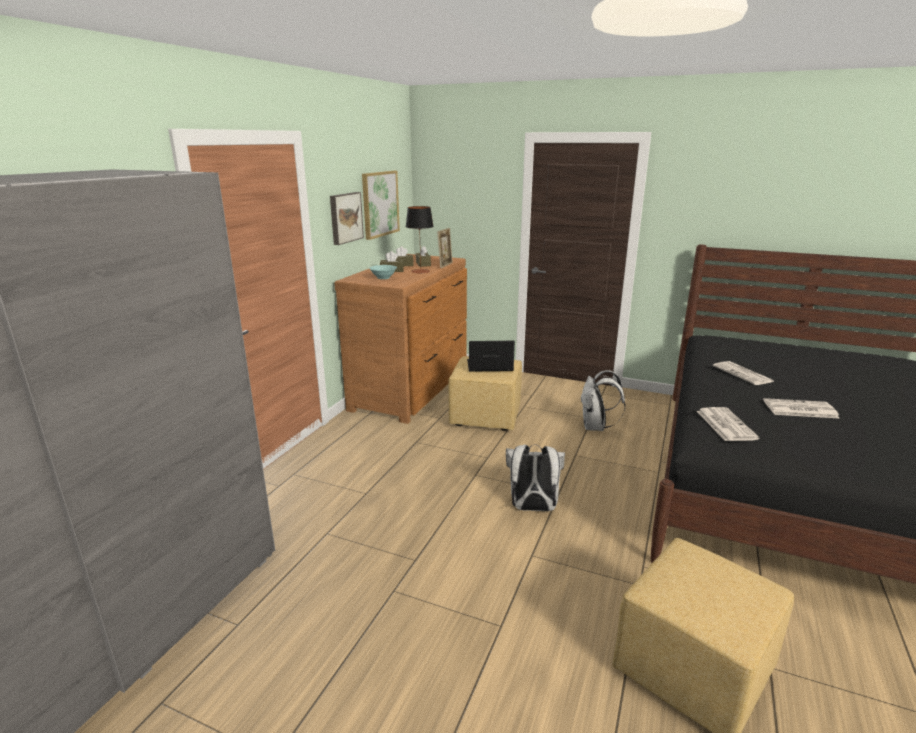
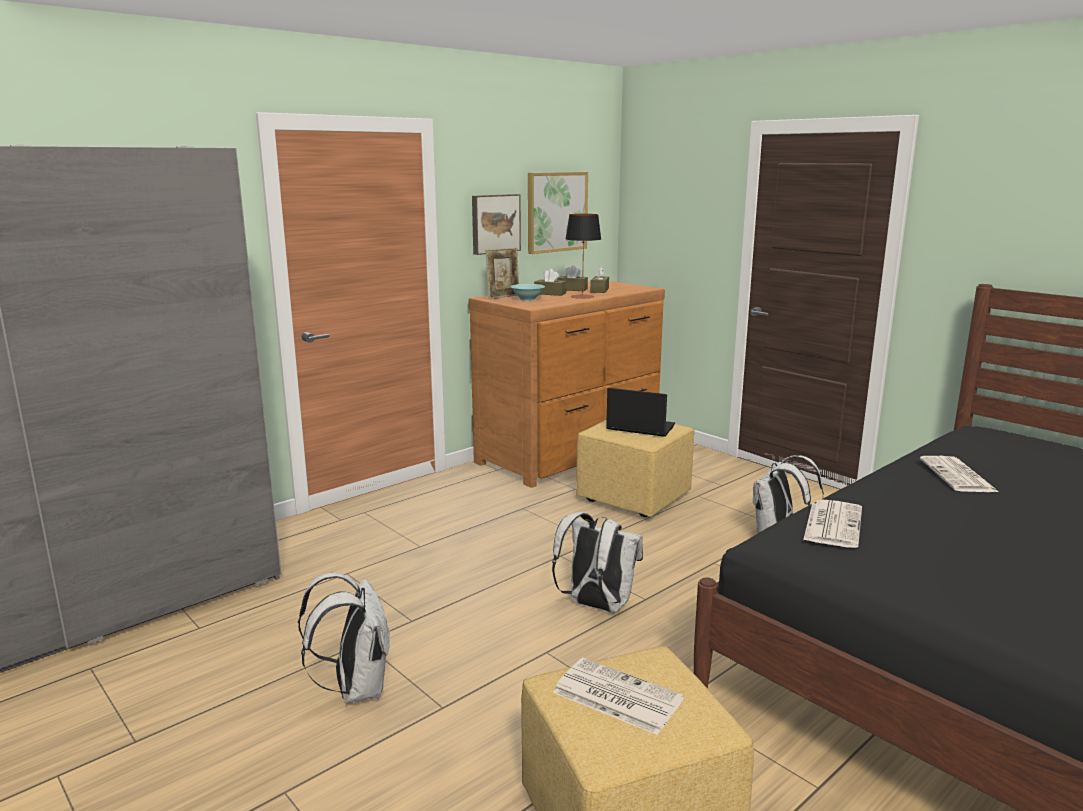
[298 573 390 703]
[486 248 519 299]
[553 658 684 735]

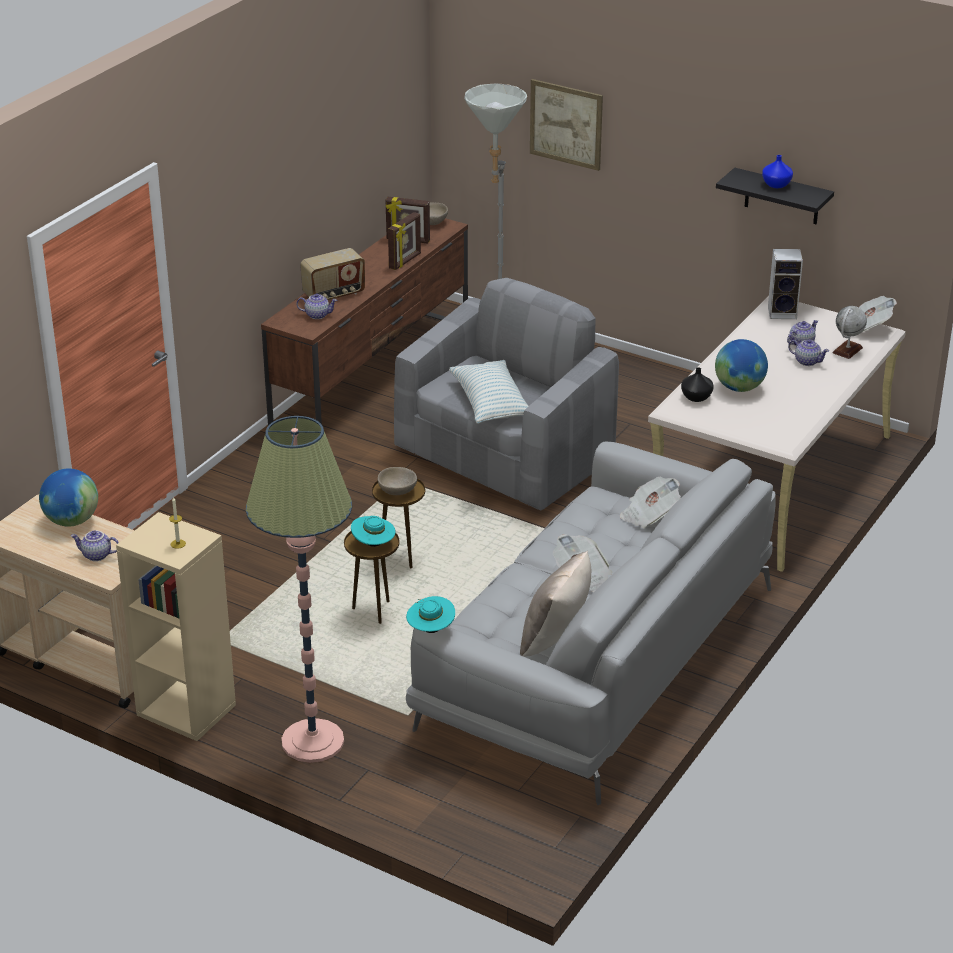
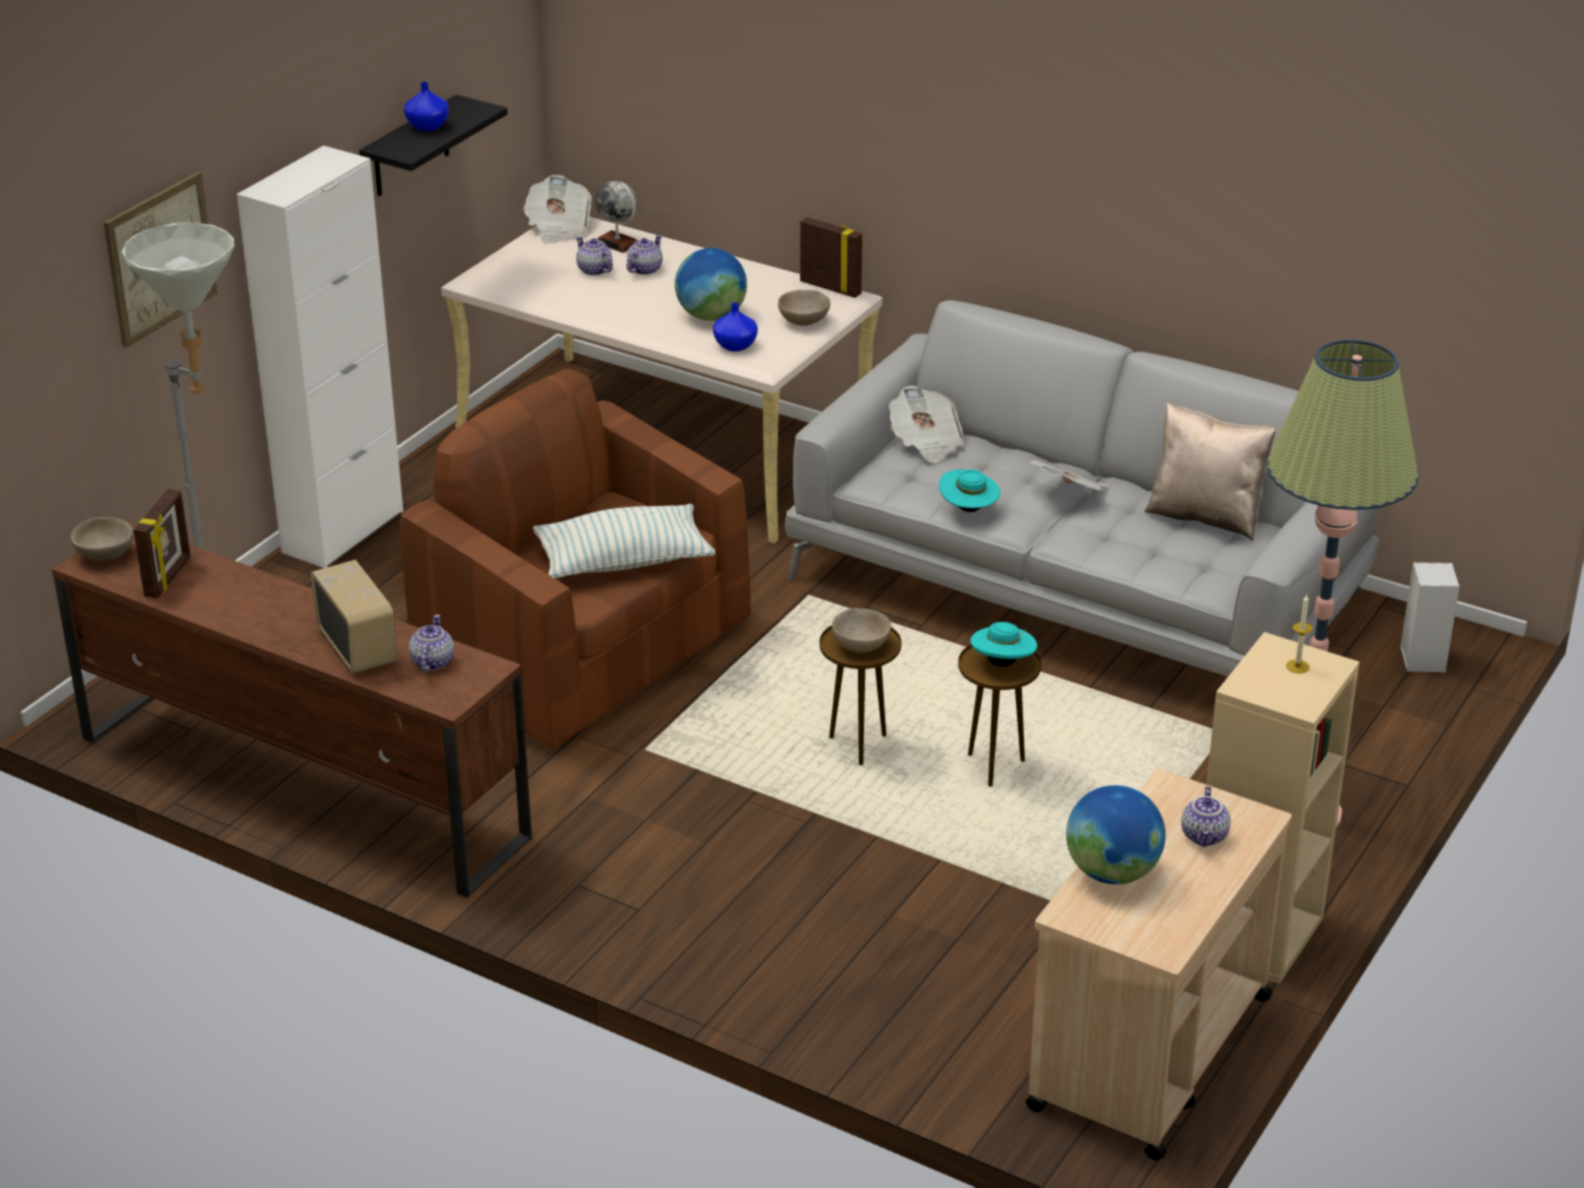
[237 146 403 568]
[778 290 830 326]
[800 217 863 298]
[939 469 1000 512]
[1400 562 1460 672]
[399 369 751 748]
[713 303 758 352]

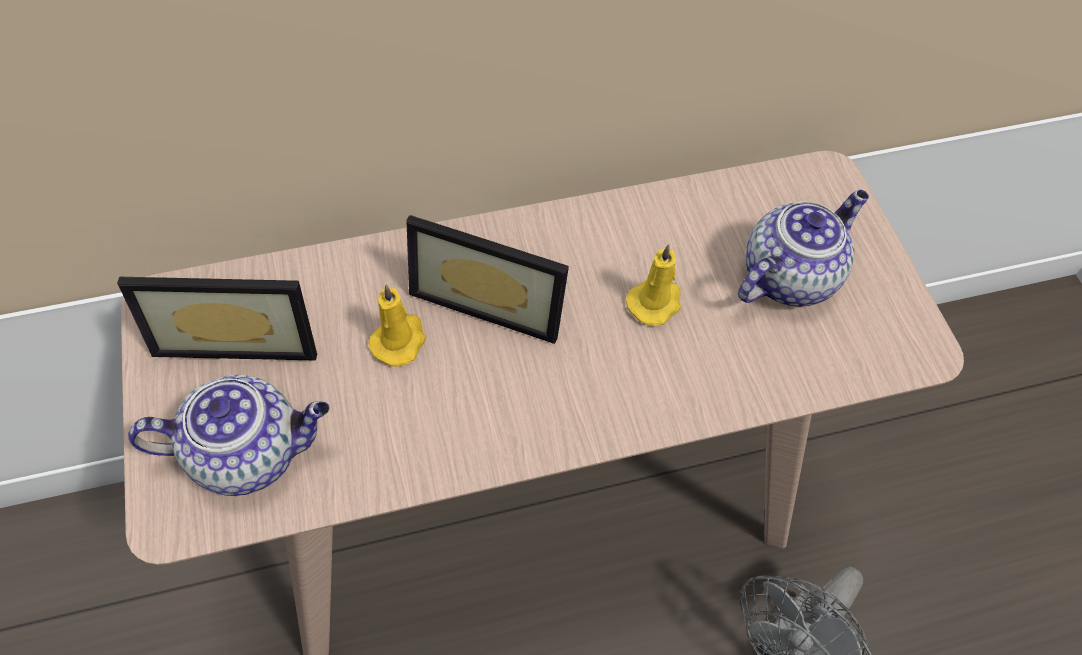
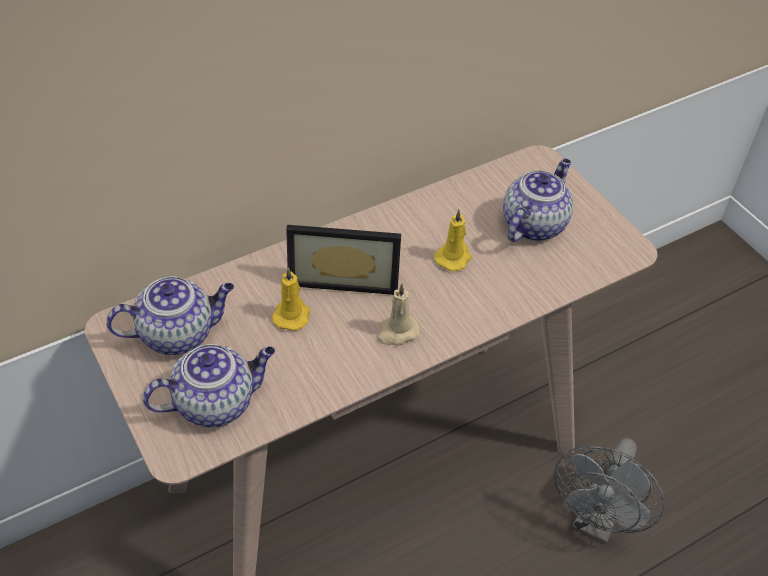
[376 283 420 346]
[106 276 234 355]

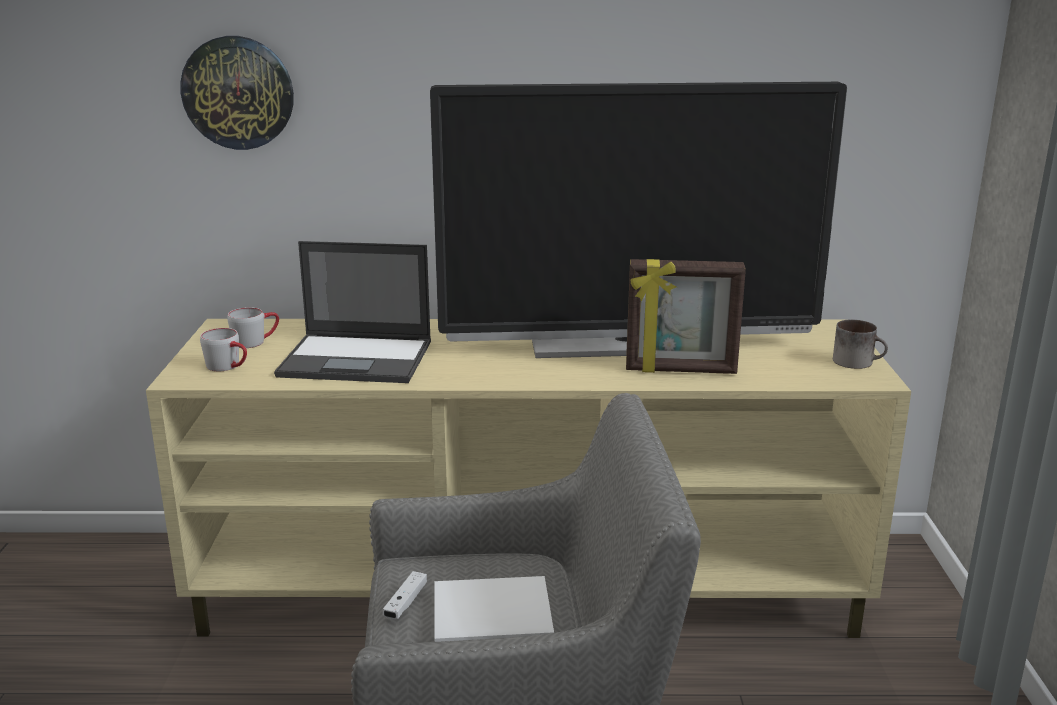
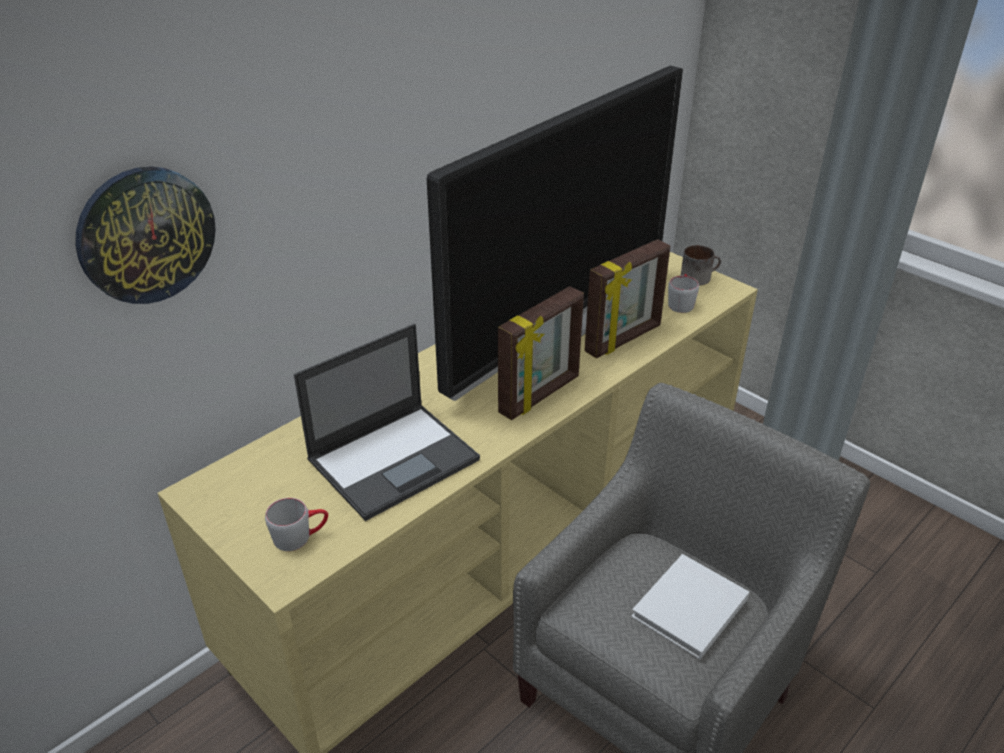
[383 571 427 619] (first image)
[498 286 584 420]
[668 274 699 313]

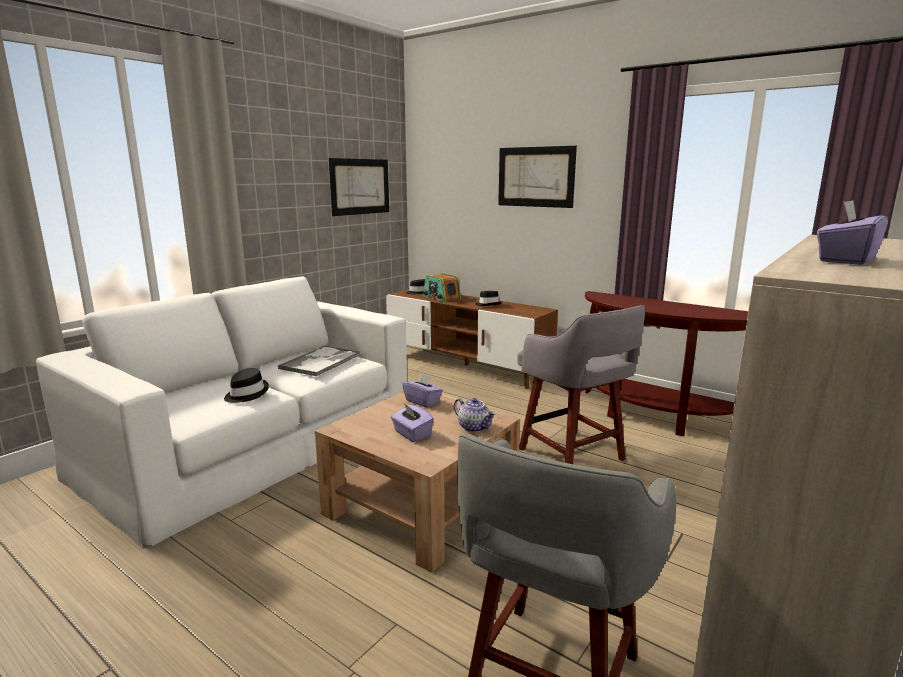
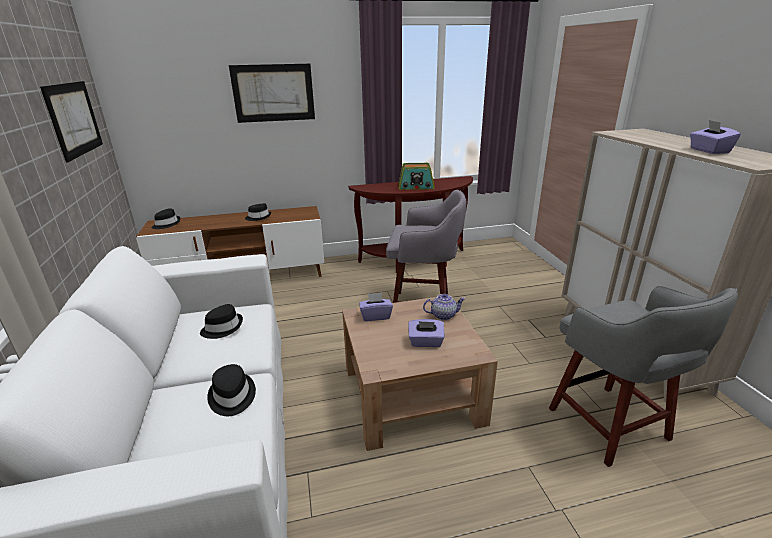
[398 163 435 190]
[200 304 243 339]

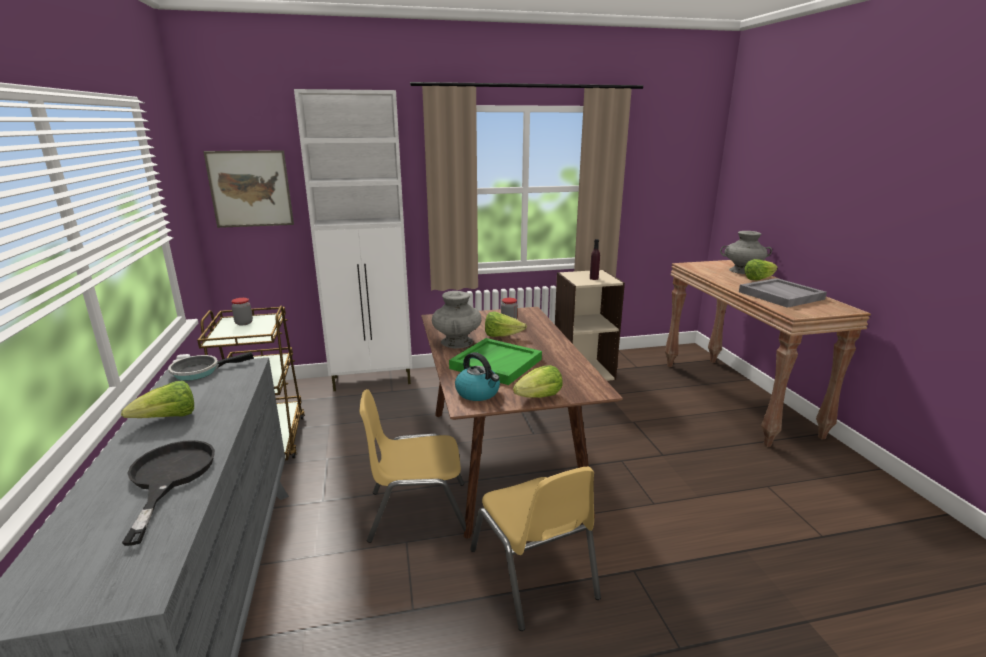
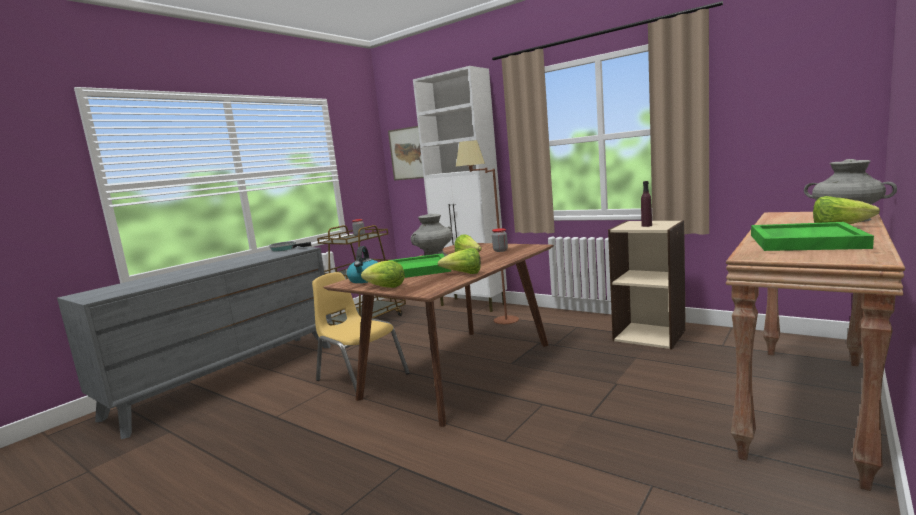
[122 440 215 546] (first image)
[470 467 601 631] (first image)
[456 140 519 324]
[437 248 481 274]
[751 222 874 251]

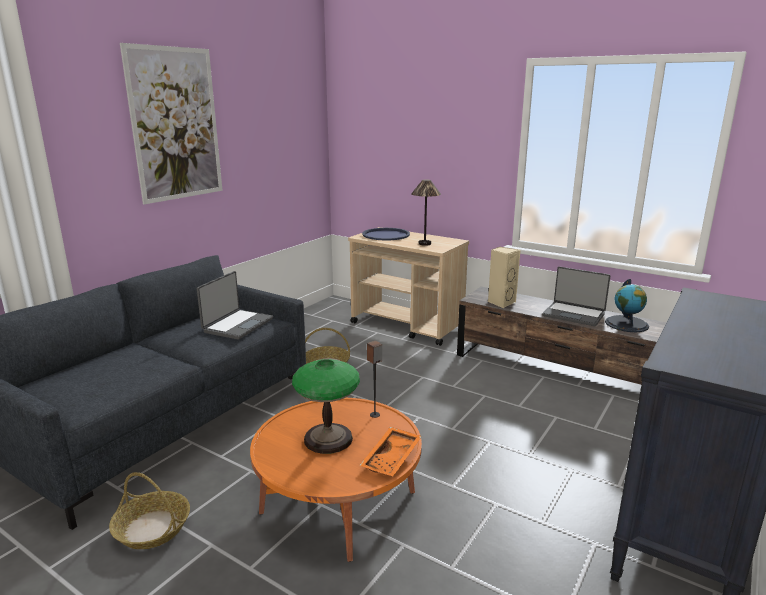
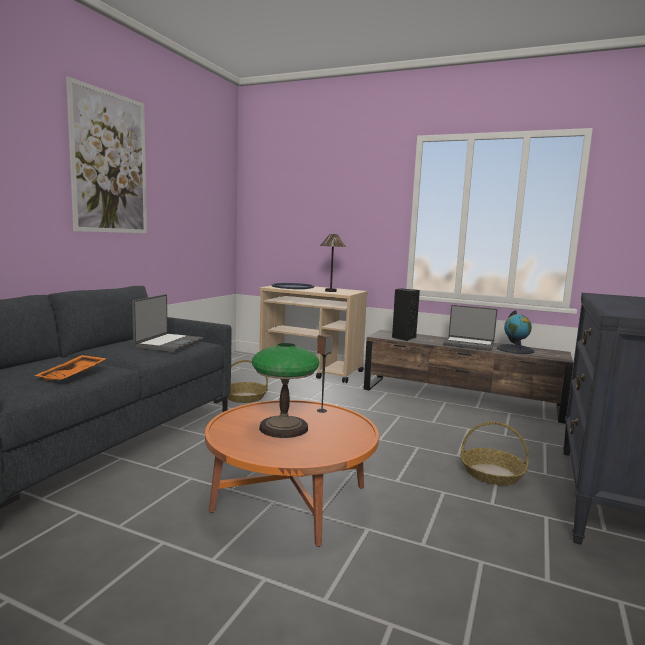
[461 422 529 485]
[35 355 107 382]
[392 289 420 341]

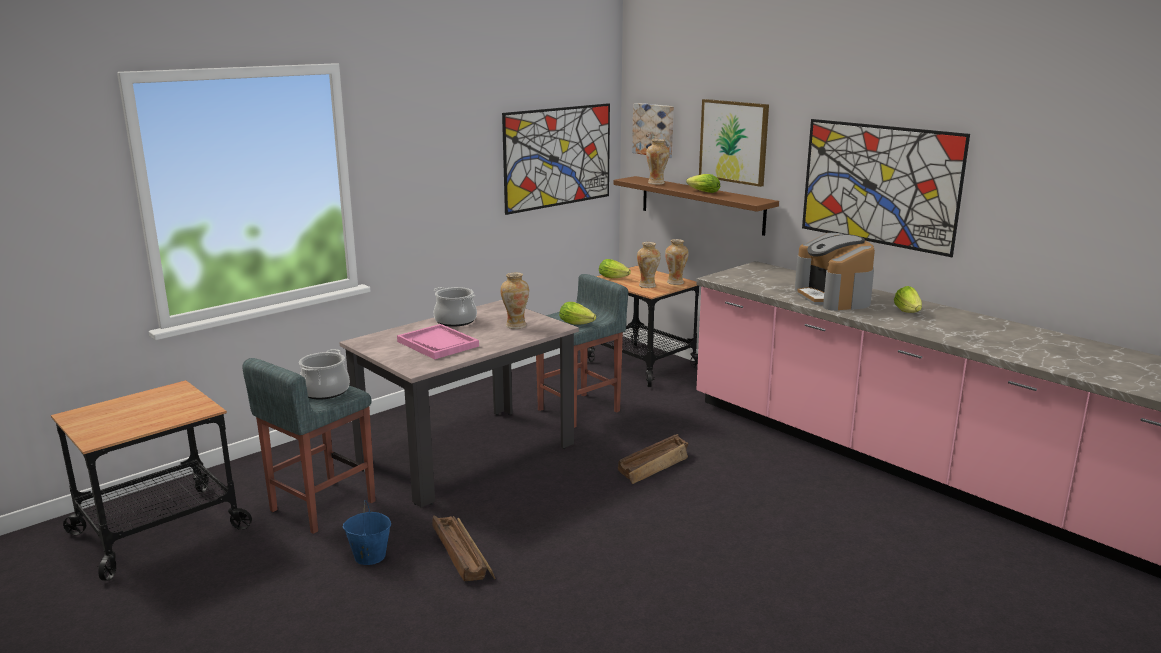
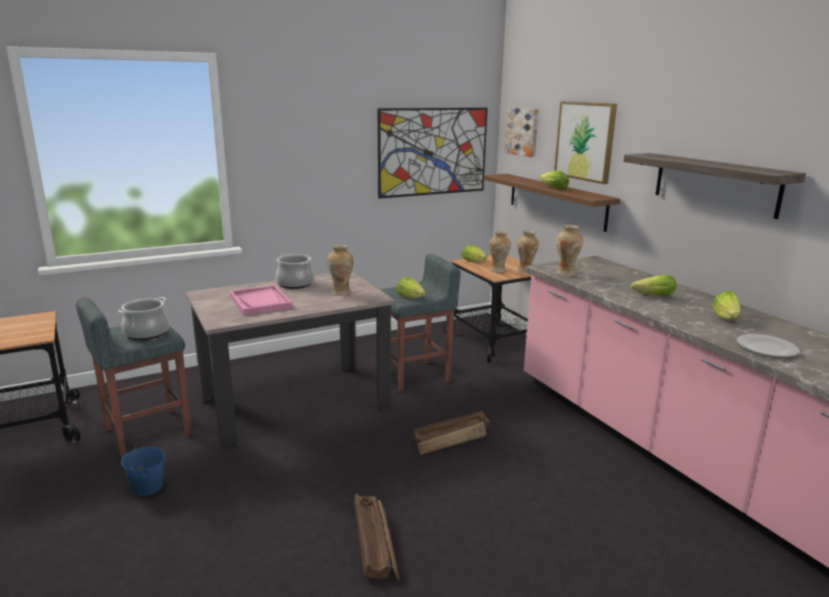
[737 334 800 357]
[354 493 400 581]
[556 225 583 276]
[631 275 677 295]
[623 153 806 219]

